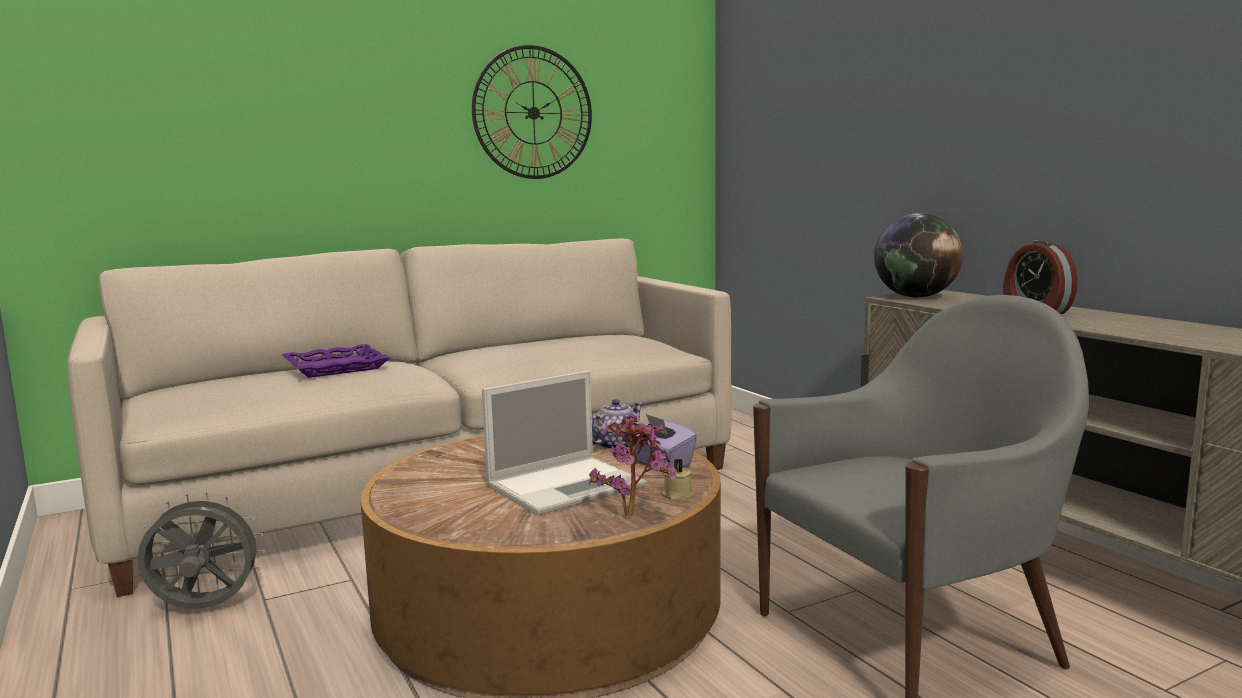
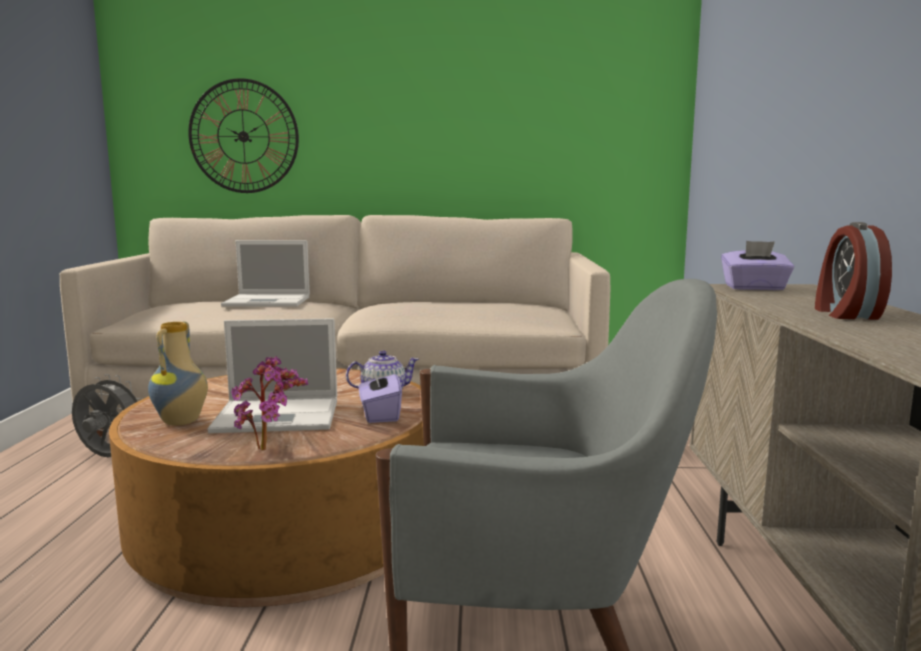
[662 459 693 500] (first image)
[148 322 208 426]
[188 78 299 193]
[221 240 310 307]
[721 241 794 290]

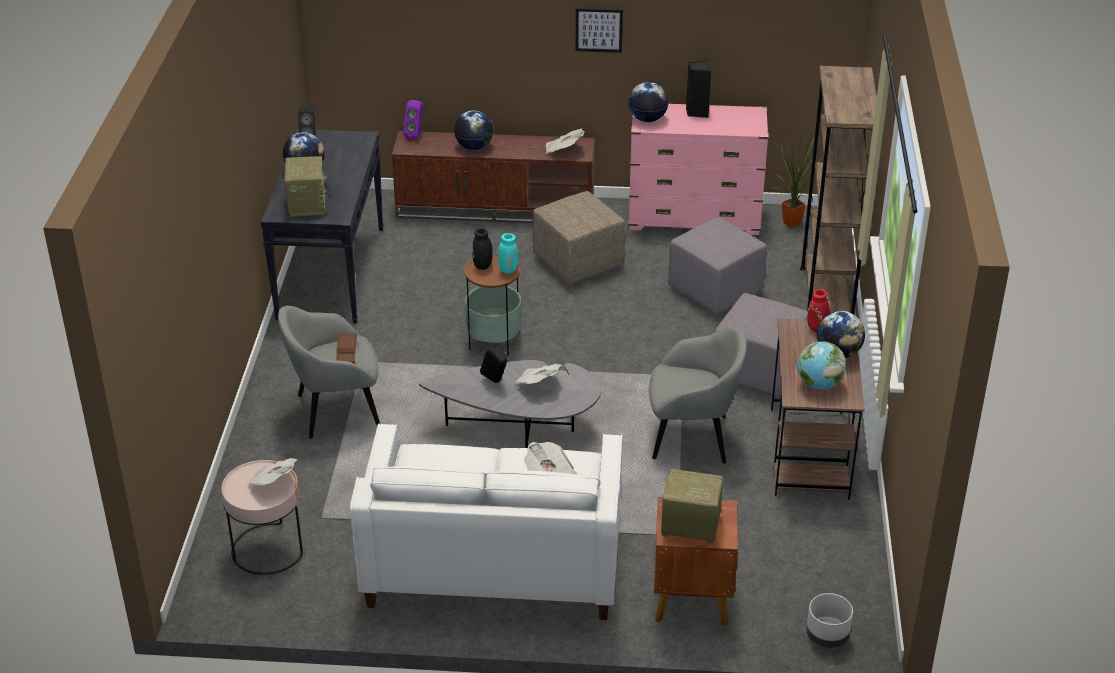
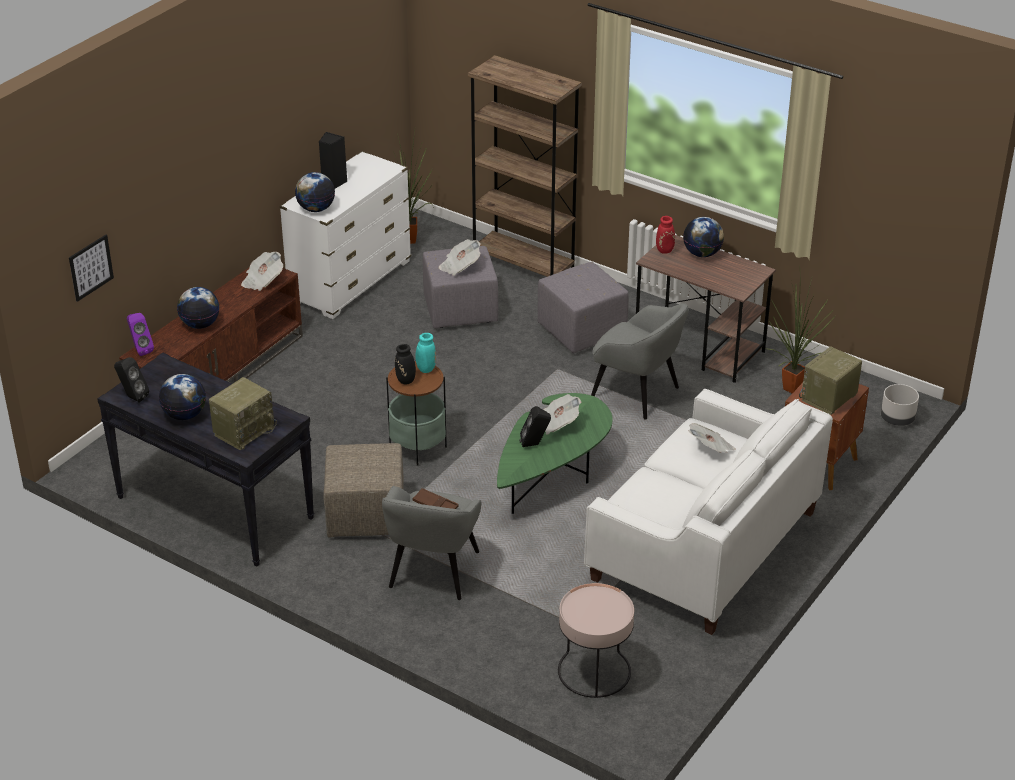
[797 341 846 390] (first image)
[766 279 836 393]
[439 239 481 276]
[323 443 404 537]
[69 235 114 302]
[497 393 613 514]
[280 151 411 319]
[209 377 277 450]
[591 304 689 419]

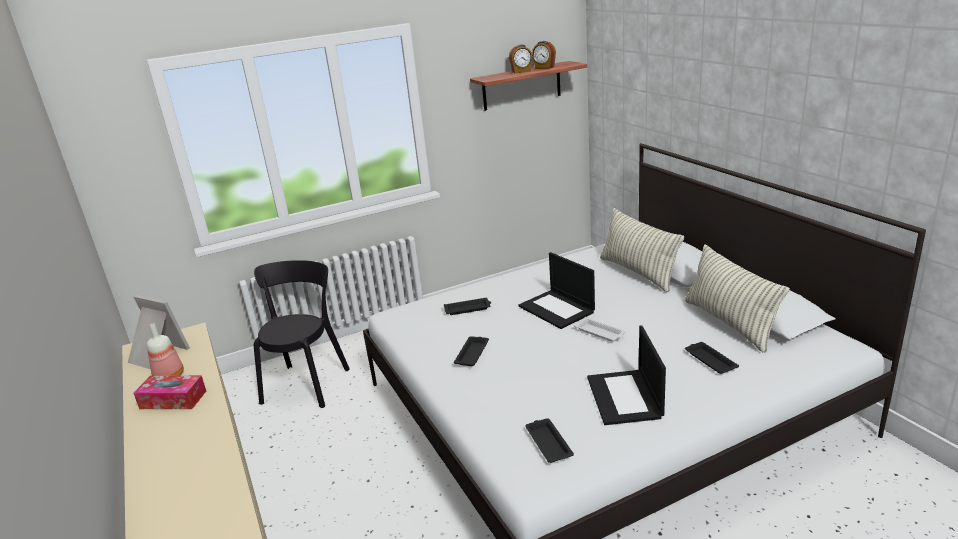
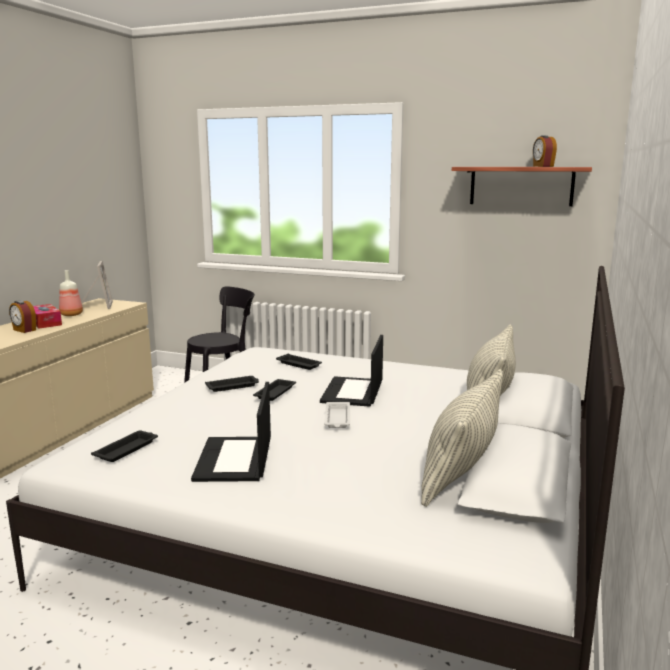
[9 300 36 333]
[253 379 296 401]
[191 382 271 482]

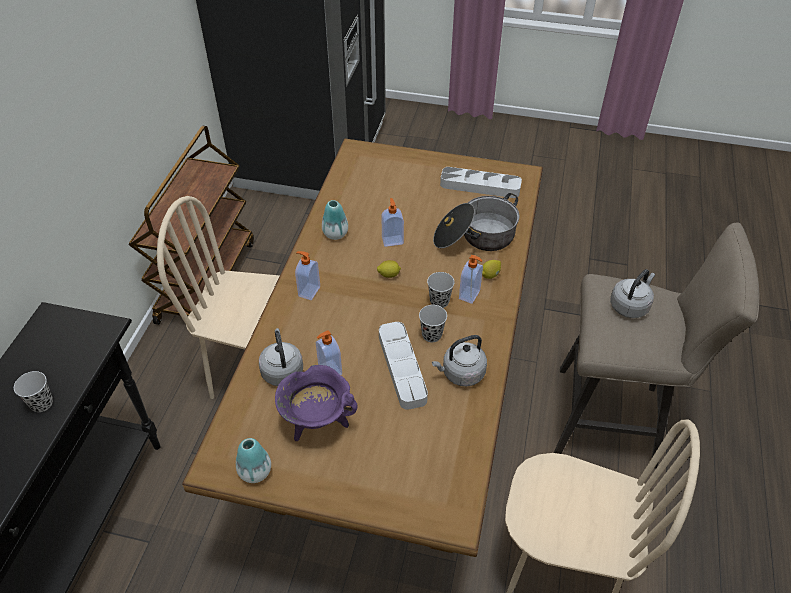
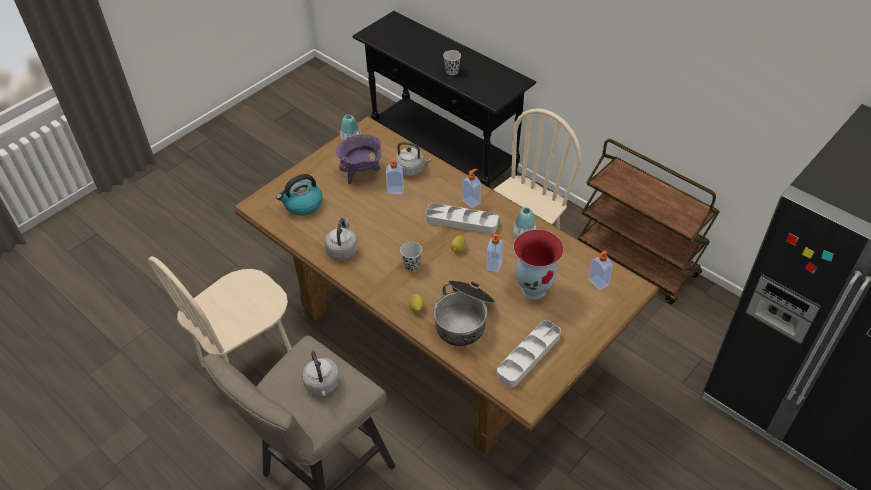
[419 305 447 342] (first image)
[276 174 323 216]
[513 229 564 299]
[425 203 499 234]
[588 250 613 290]

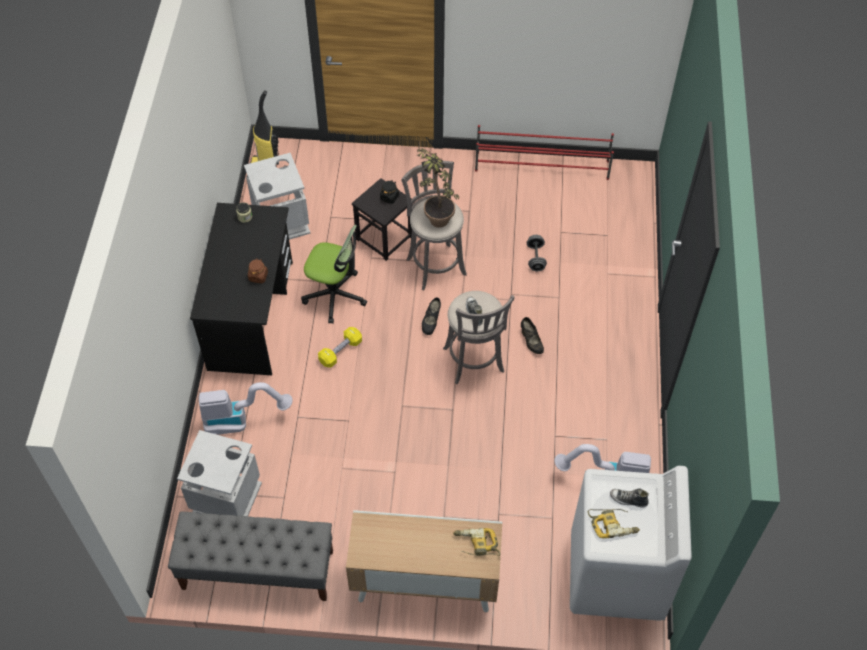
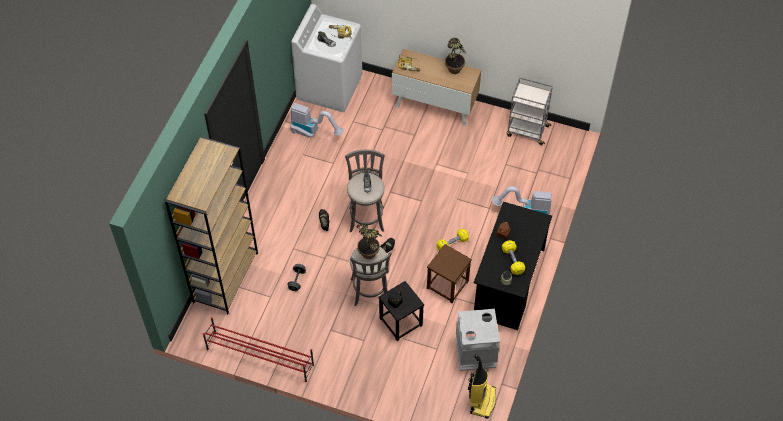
[177 430 262 516] (first image)
[165 137 258 314]
[445 38 466 74]
[502 240 525 275]
[506 77 553 145]
[427 244 472 303]

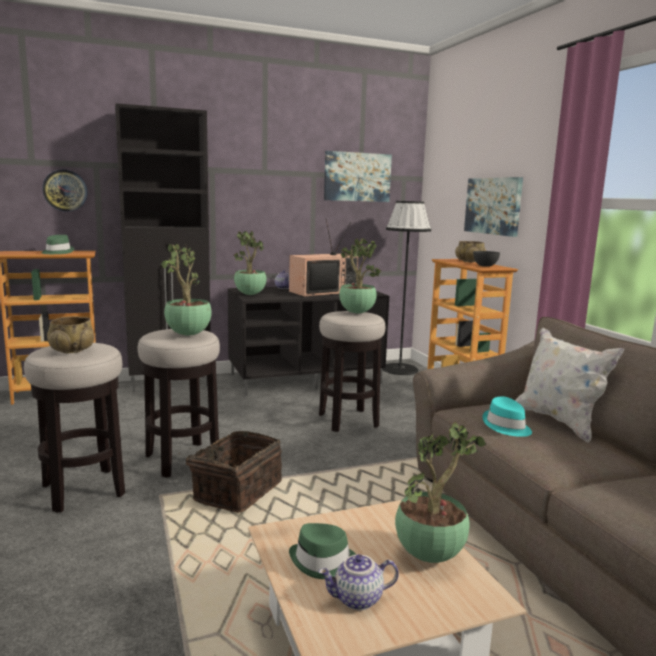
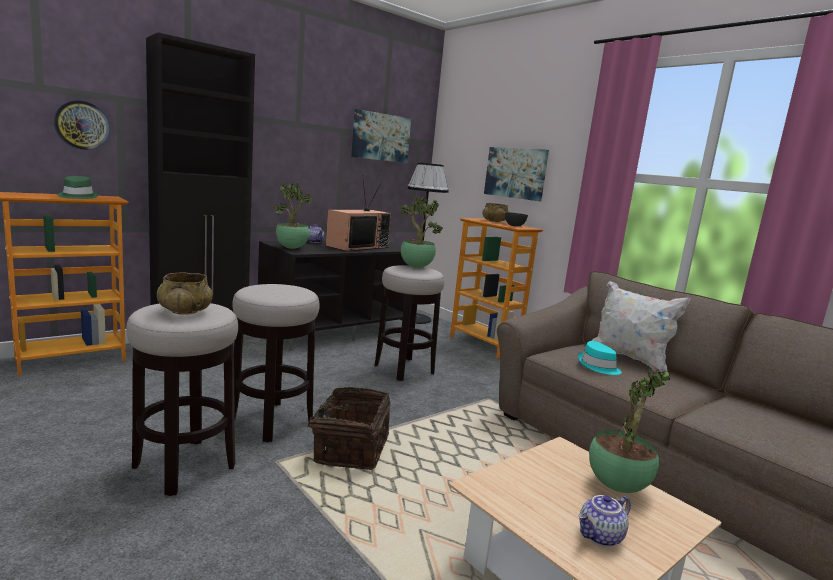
[160 244 212 335] (first image)
[289 523 357 579] (first image)

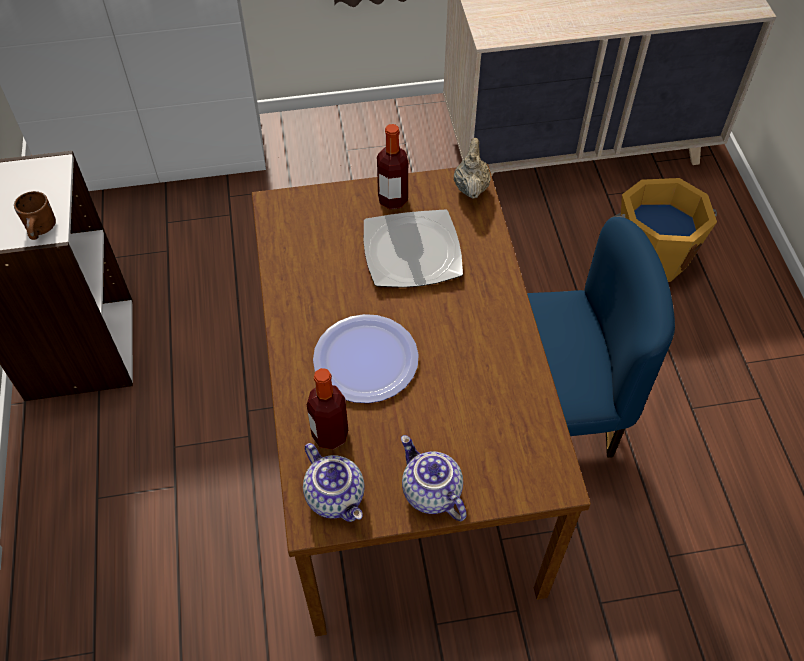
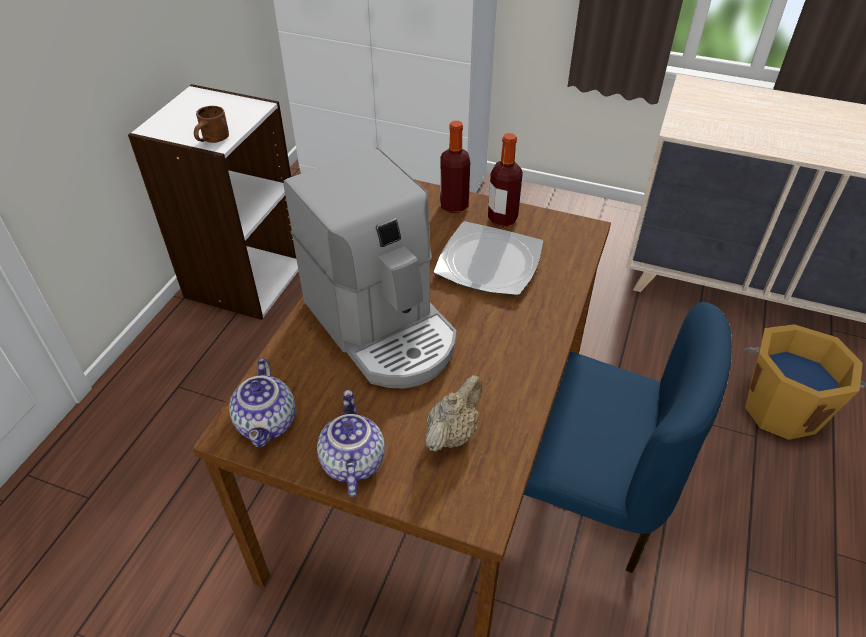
[440 121 470 213]
[425 375 482 452]
[283 148 456 388]

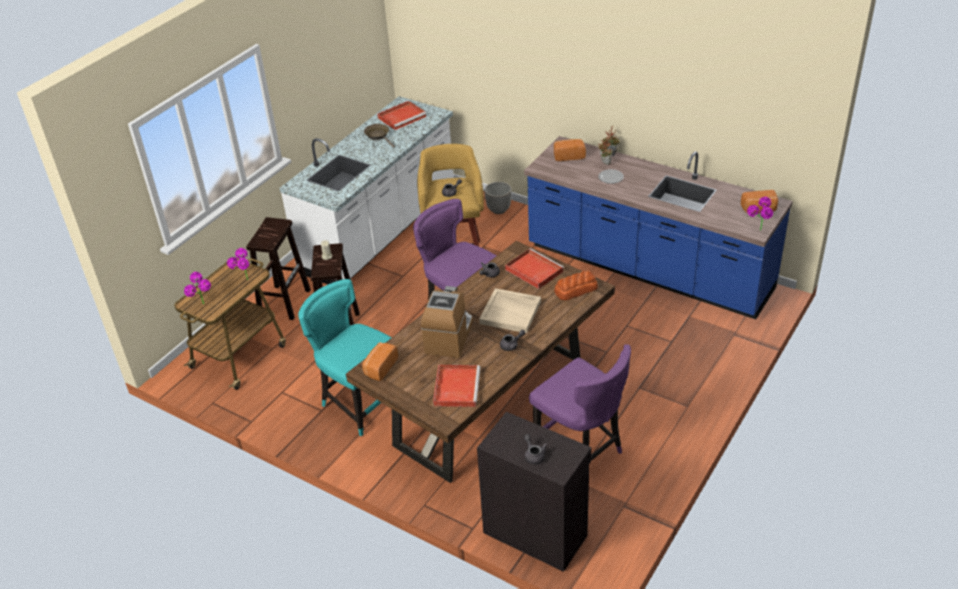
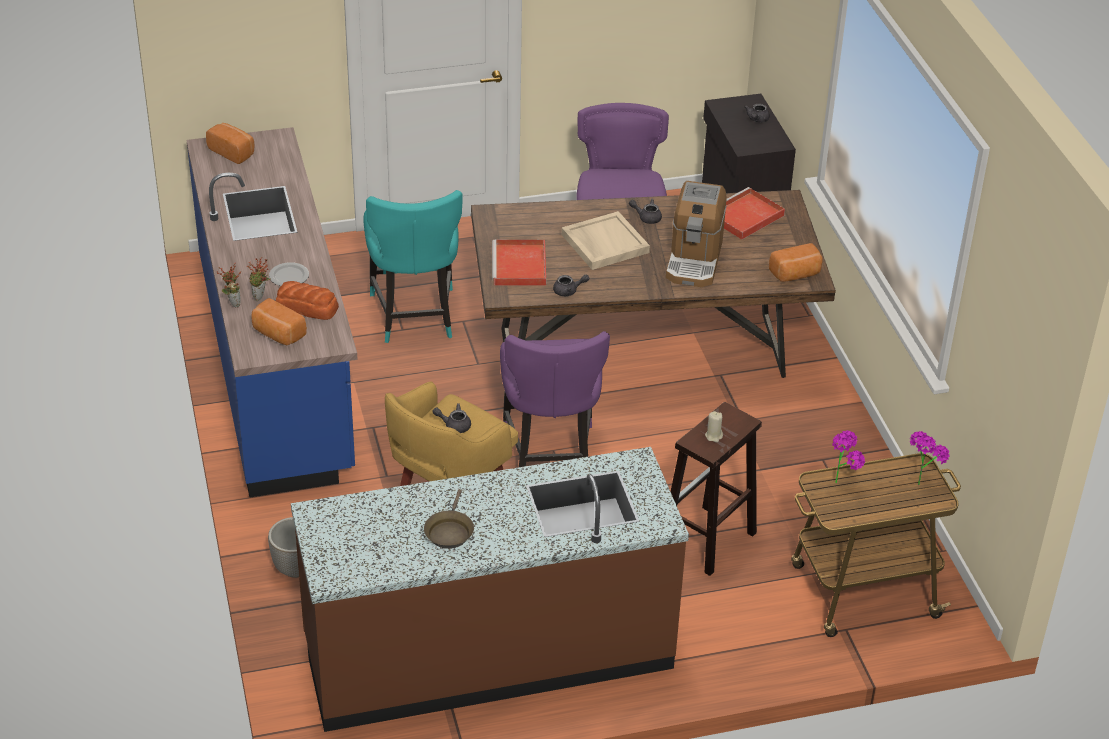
[246 217 311 320] (first image)
[377 101 427 130] (first image)
[747 197 773 231] (first image)
[363 190 463 343]
[276 281 339 320]
[291 447 689 732]
[666 181 726 287]

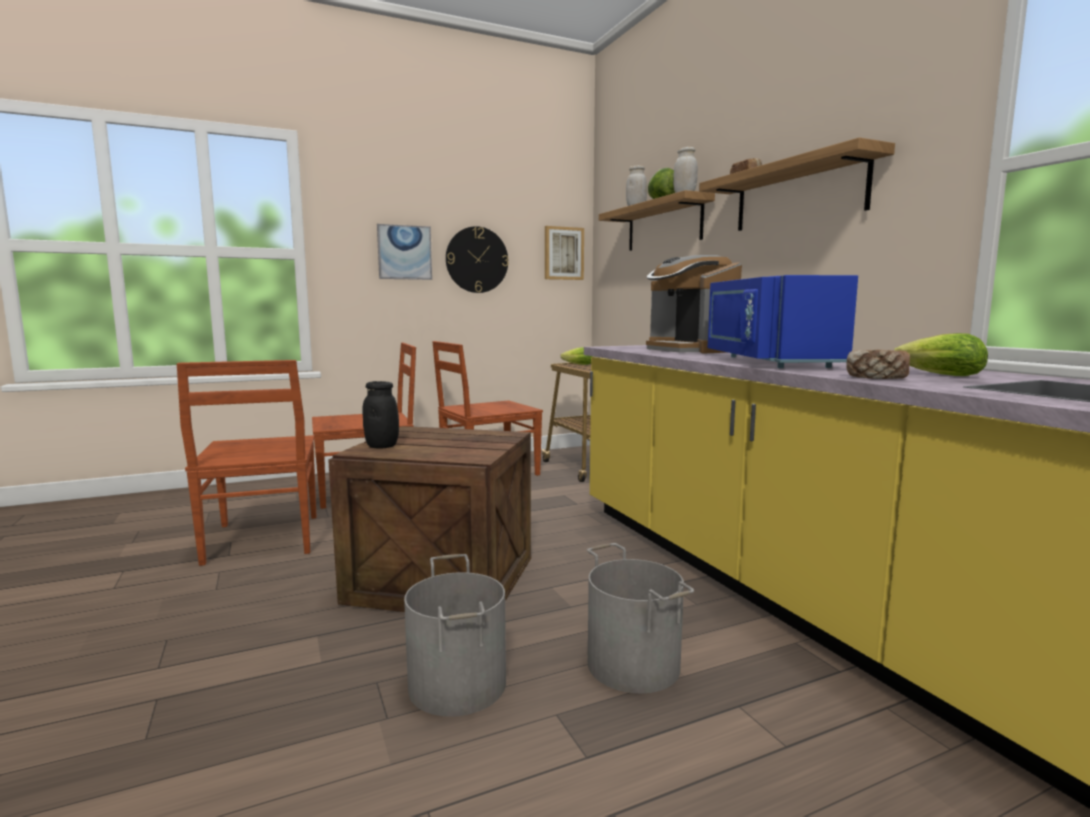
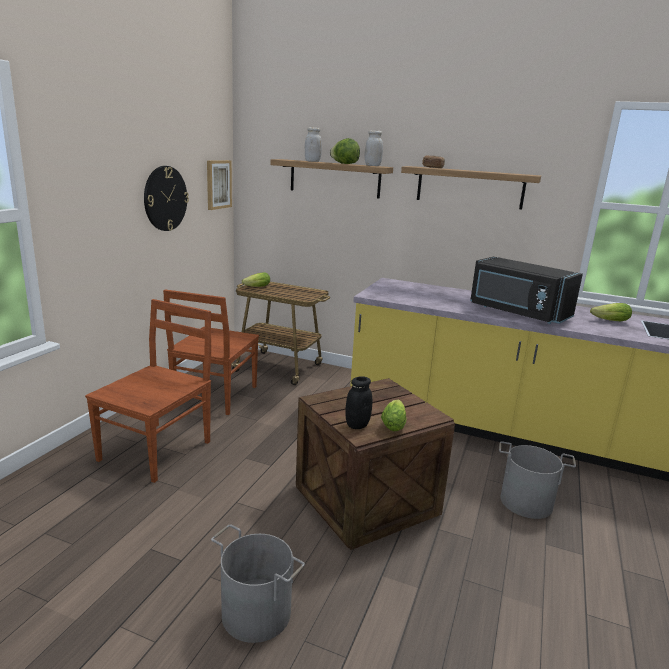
[176 360 317 566] (first image)
[377 224 432 280] (first image)
[646 255 742 353] (first image)
[846 349 910 379] (first image)
[381 400 406 431]
[211 524 305 643]
[470 257 583 324]

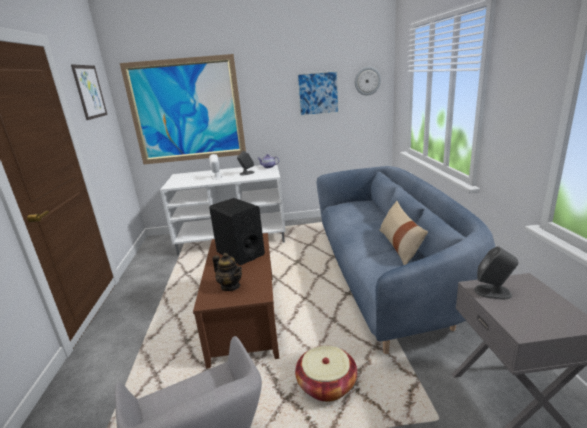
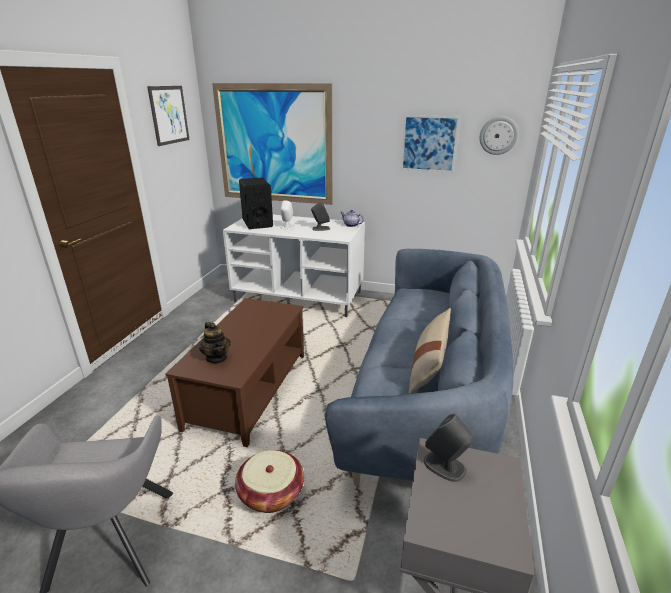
[239 178 273 229]

